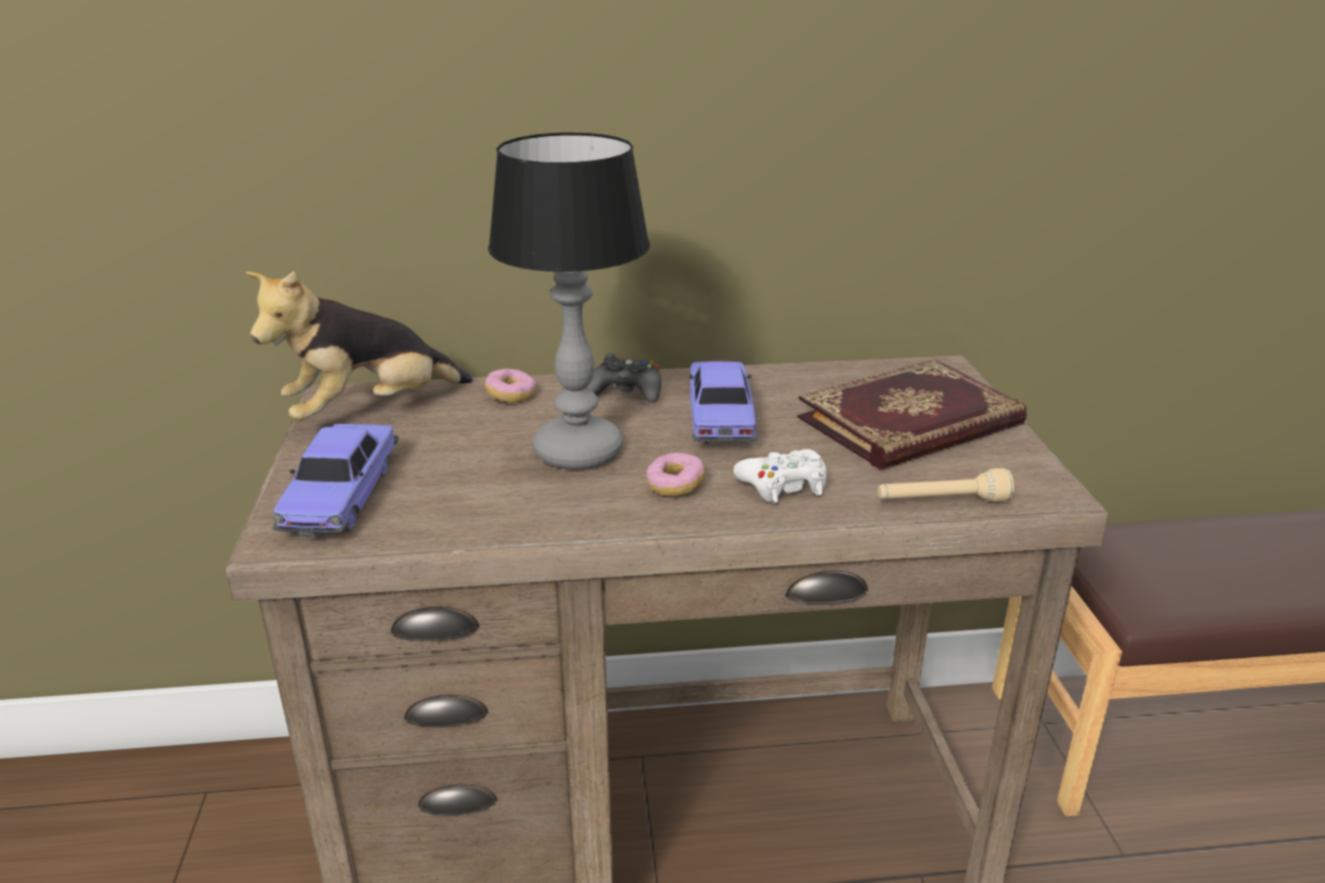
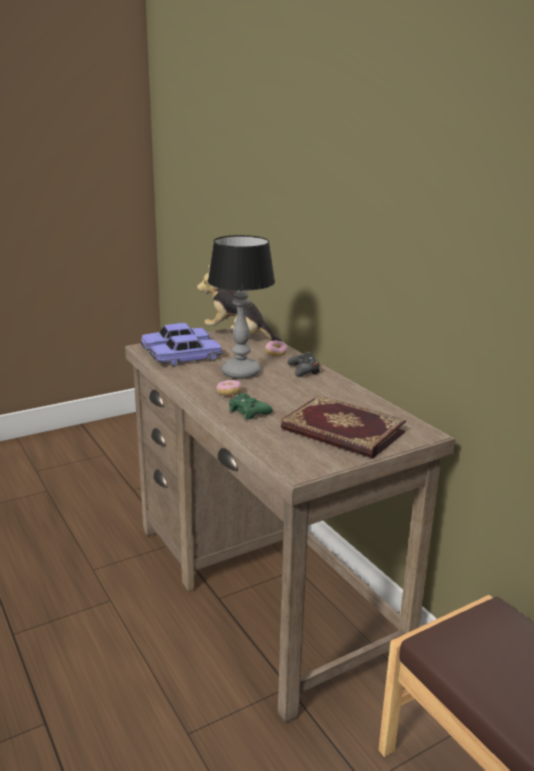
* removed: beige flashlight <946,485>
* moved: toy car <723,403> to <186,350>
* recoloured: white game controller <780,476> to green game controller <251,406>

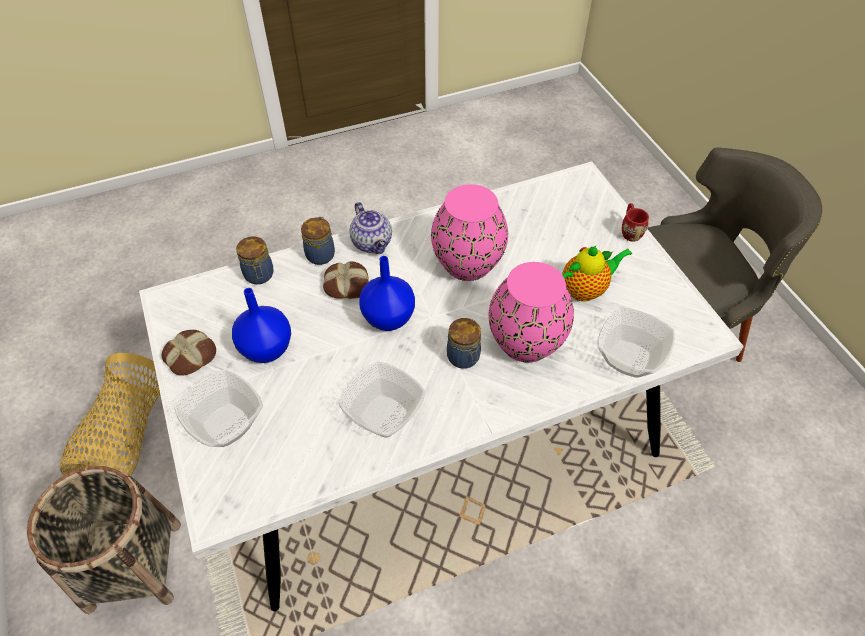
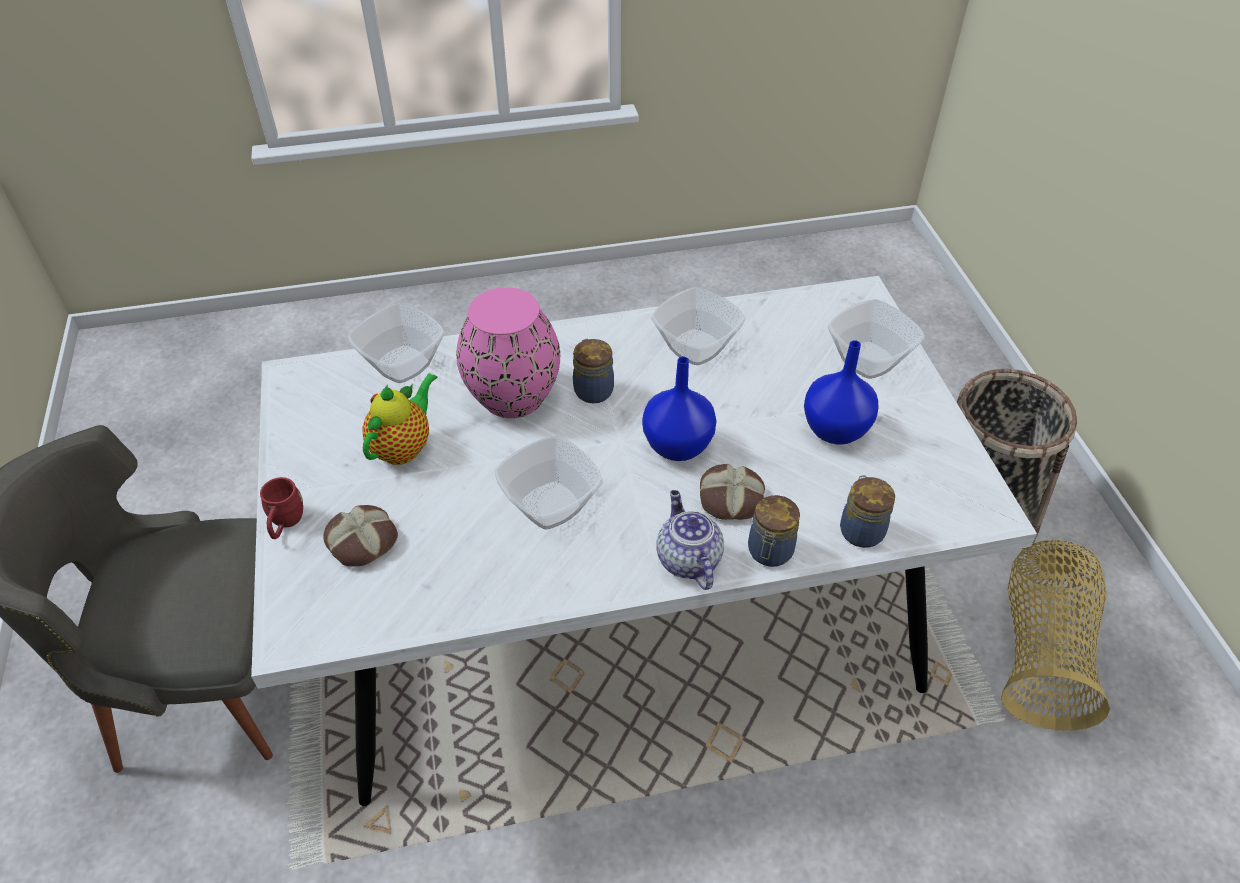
* moved: bread <189,353> to <360,535>
* replaced: pink vase <469,232> to bowl <549,482>
* turned: teapot <597,273> = <400,419> 135 degrees clockwise

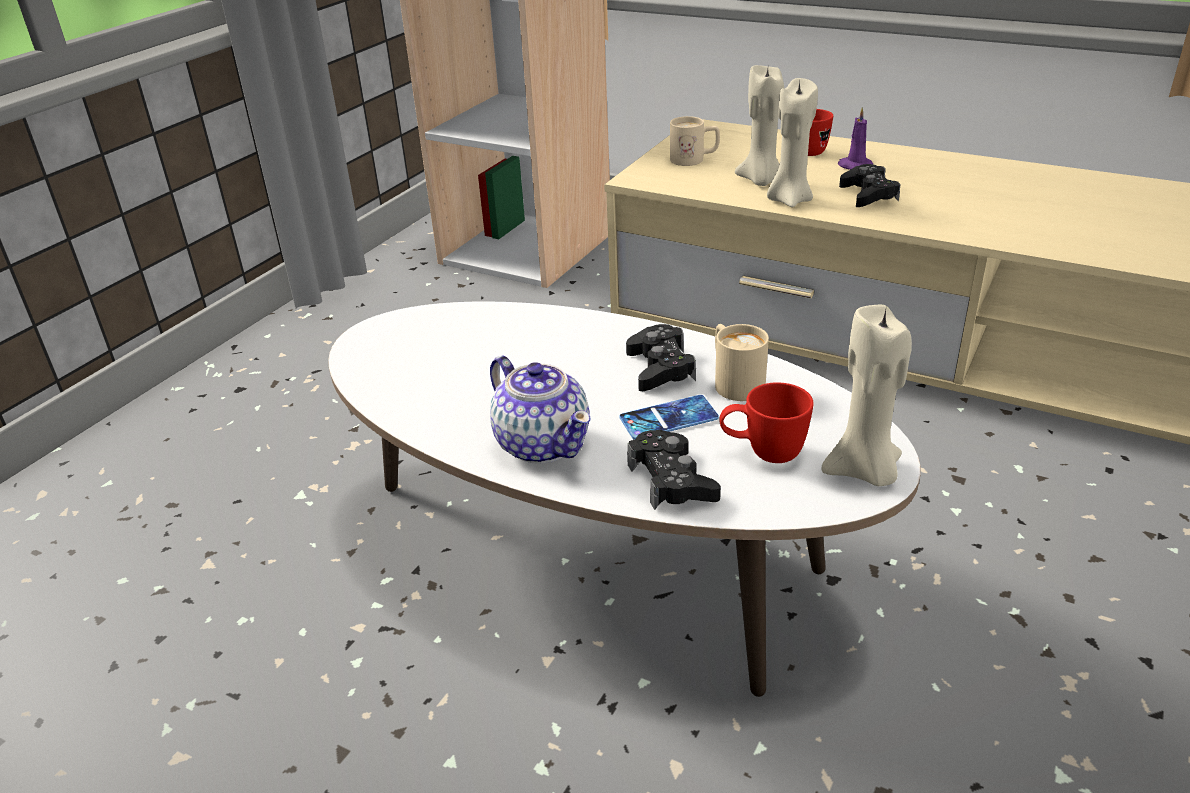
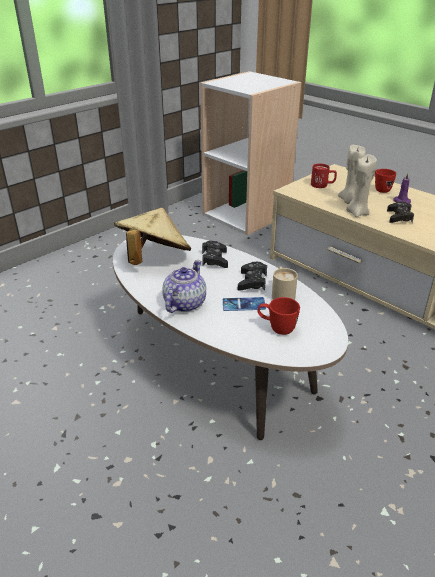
* removed: beige candle <866,395>
* added: beige hat <152,236>
* moved: black game controller <674,470> to <215,254>
* recoloured: beige mug <695,141> to red mug <324,176>
* turned: teapot <540,409> = <184,286> 135 degrees counterclockwise

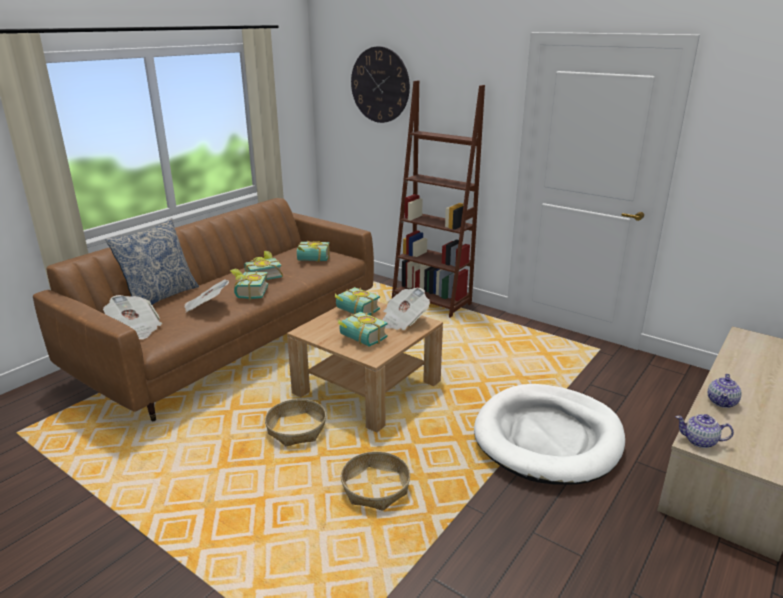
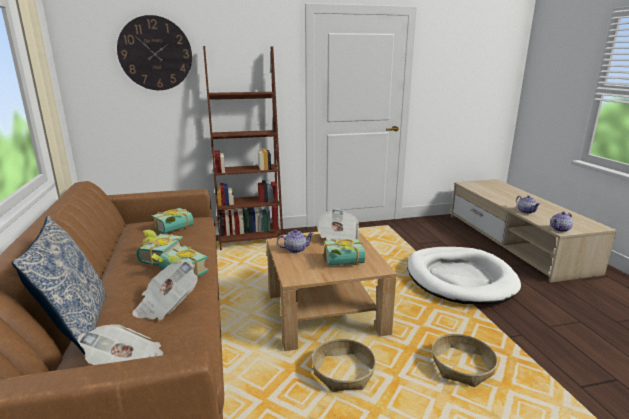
* replaced: book <357,301> to teapot <295,241>

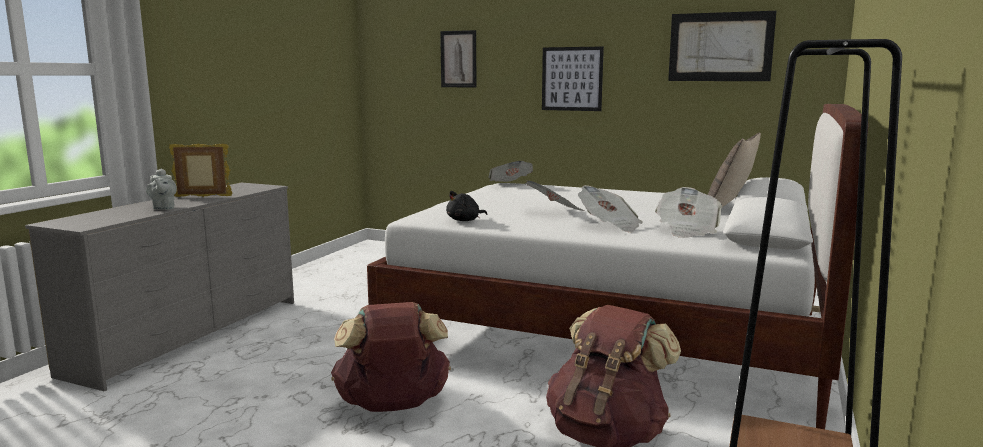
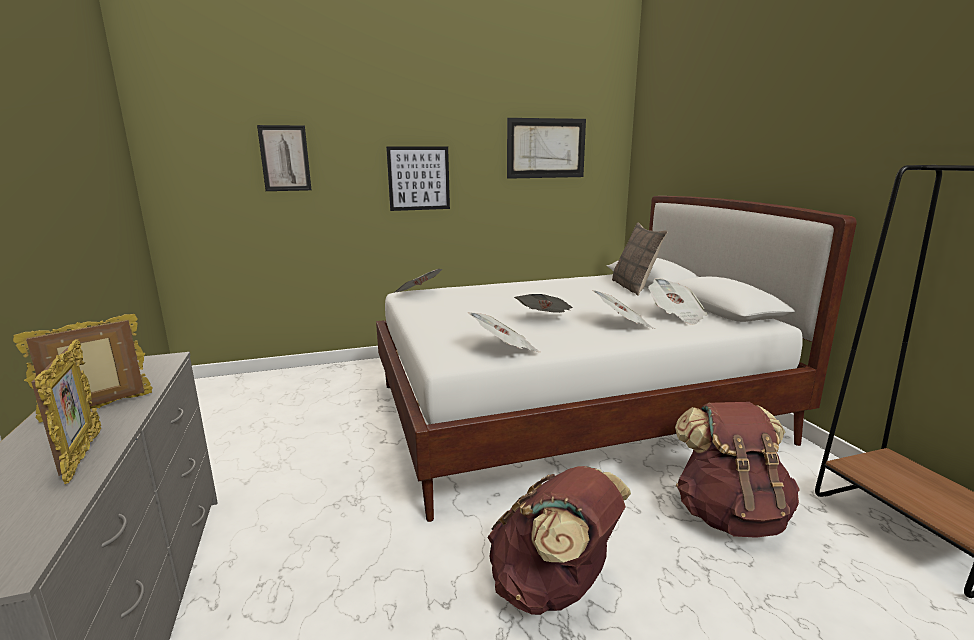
* replaced: grey teapot <161,189> to picture frame <66,411>
* replaced: black plush toy <466,206> to newspaper <504,332>

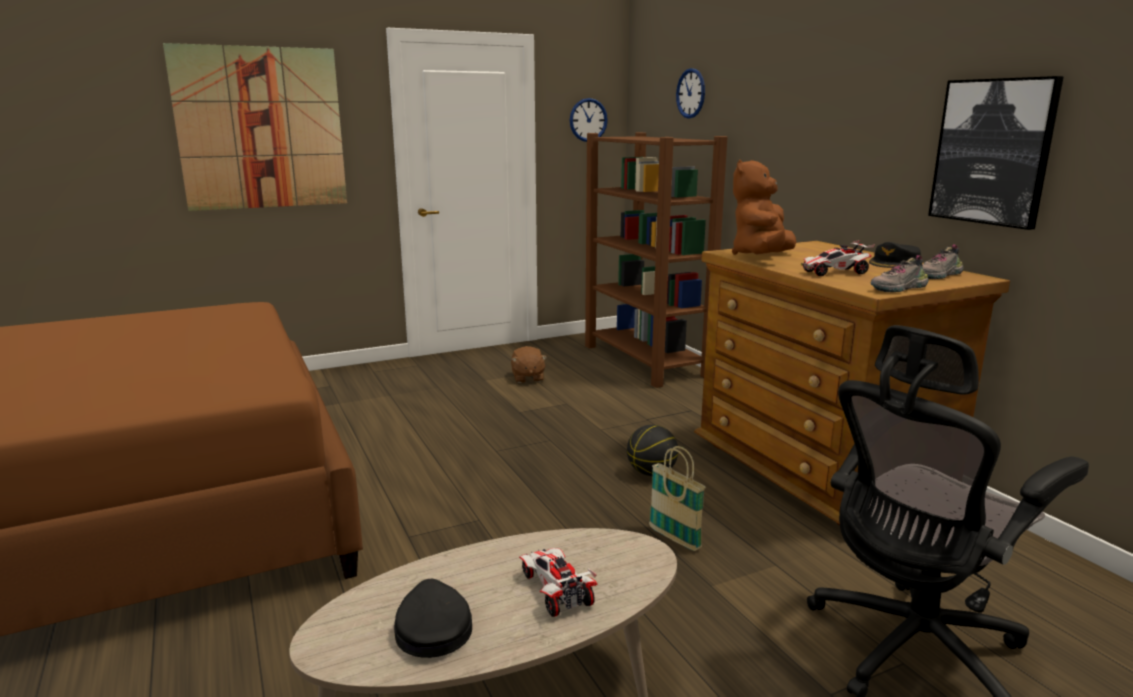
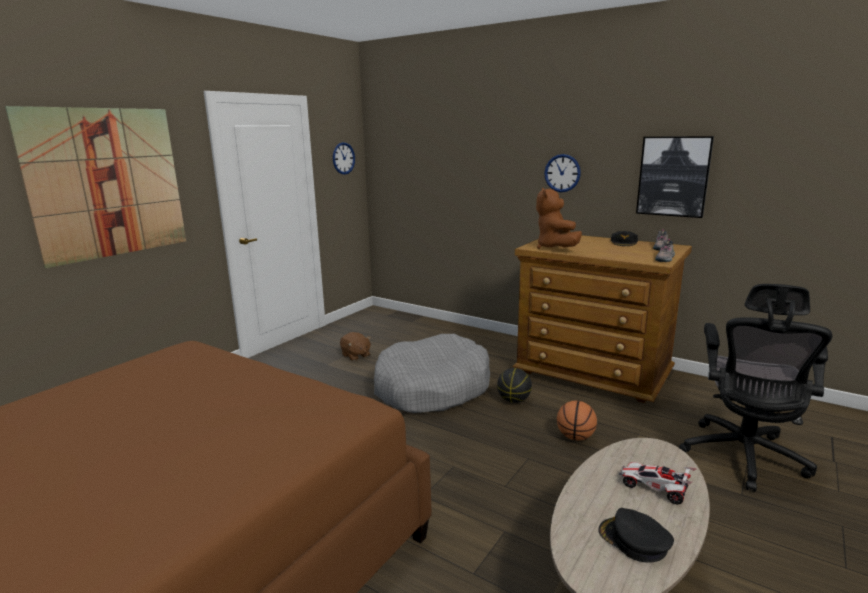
* removed: brown bookcase <656,260>
* removed: toy car <838,258>
* added: grey dog bed <432,373>
* moved: wall clock <690,93> to <562,173>
* replaced: basket <677,498> to basketball <577,421>

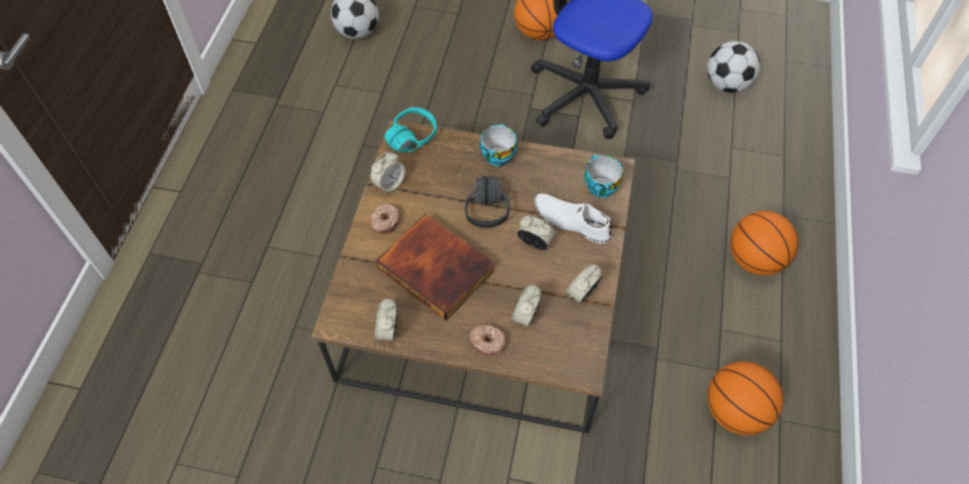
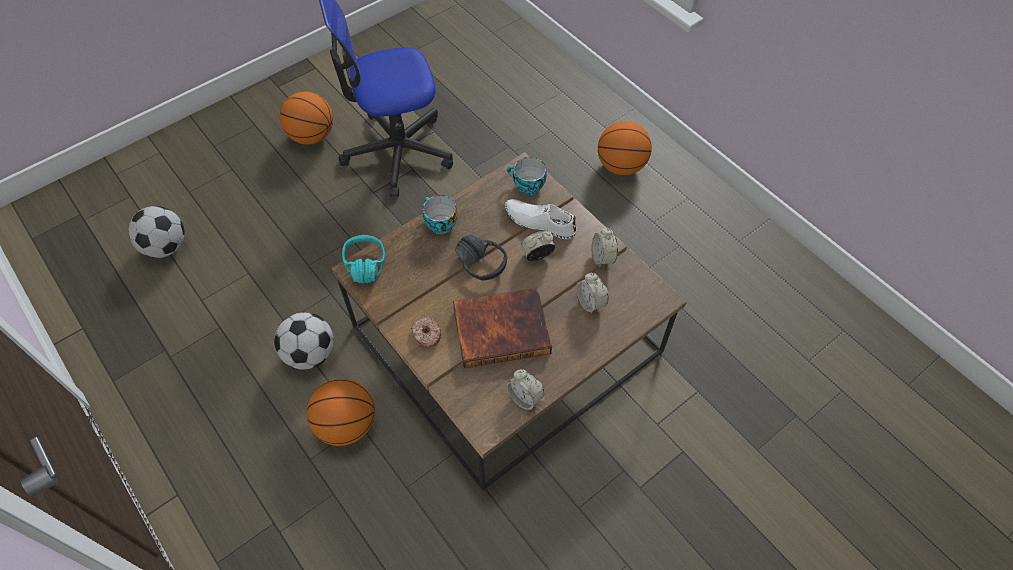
* removed: alarm clock <388,173>
* removed: donut <487,340>
* moved: football <733,67> to <303,341>
* moved: basketball <745,398> to <341,412>
* turned: white shoe <573,219> = <541,219> 45 degrees clockwise

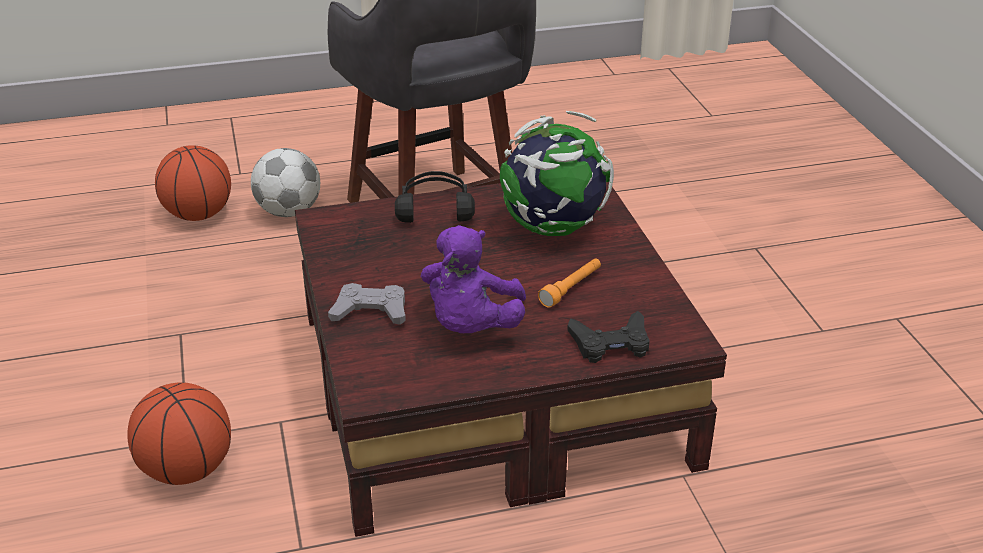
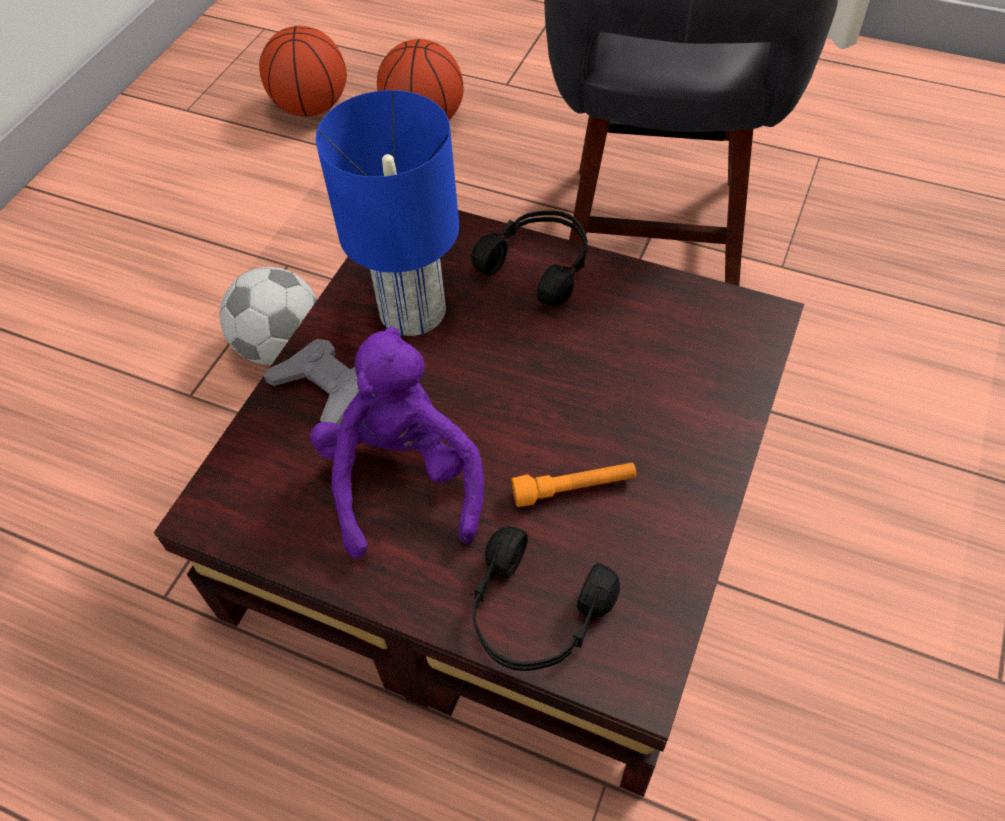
* removed: globe <557,173>
* added: blue table lamp <387,213>
* moved: basketball <179,433> to <303,71>
* moved: football <285,182> to <268,316>
* replaced: black game controller <608,337> to black headphones <546,598>
* turned: purple plush toy <473,279> = <397,442> 120 degrees clockwise

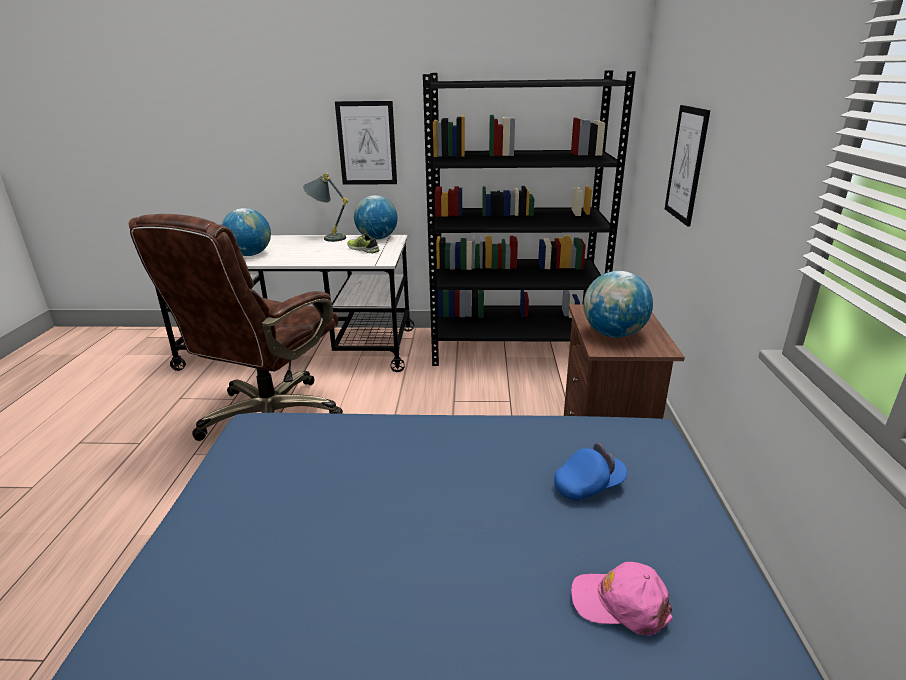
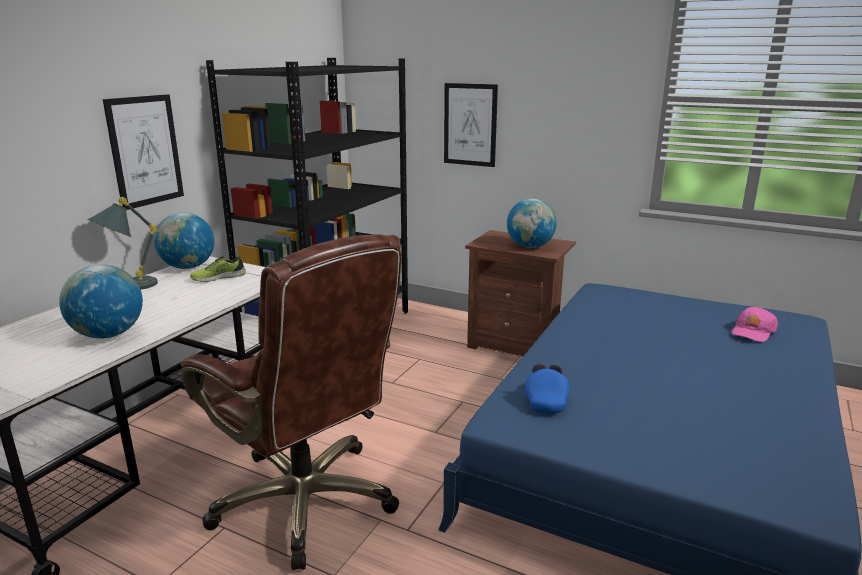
* moved: blue cap <590,471> to <547,388>

